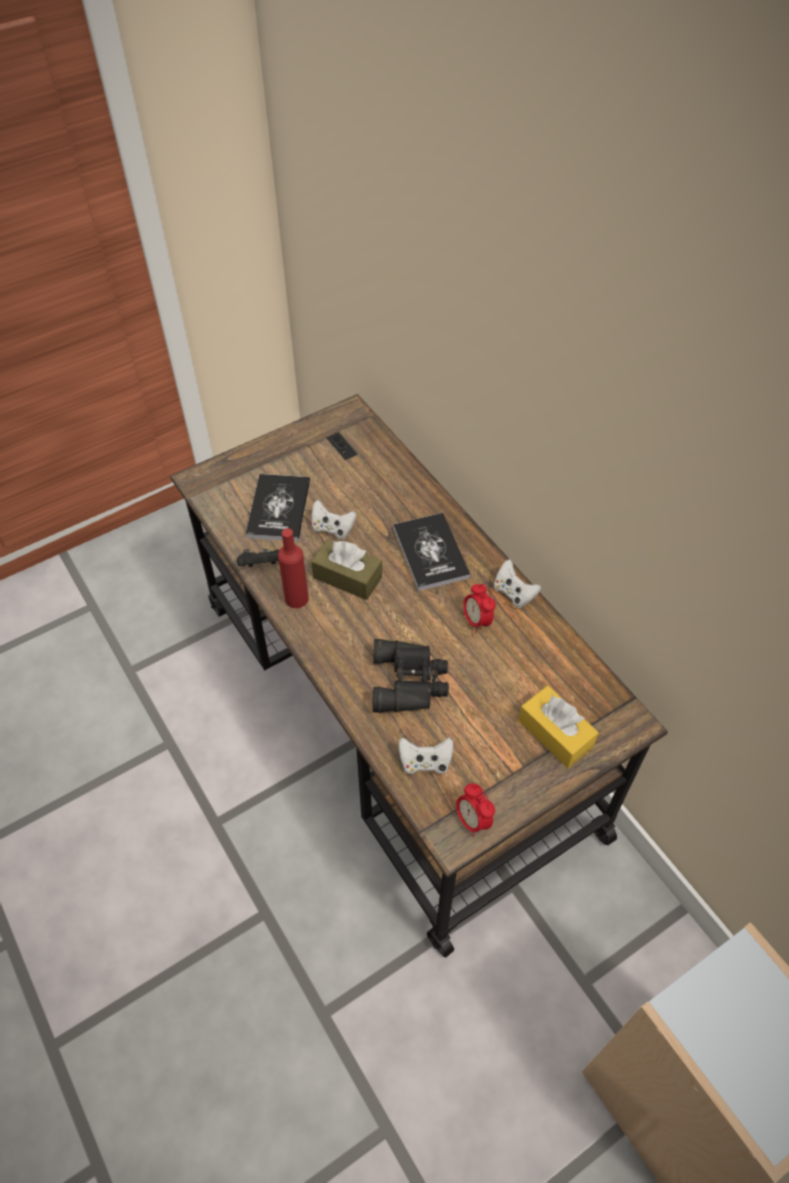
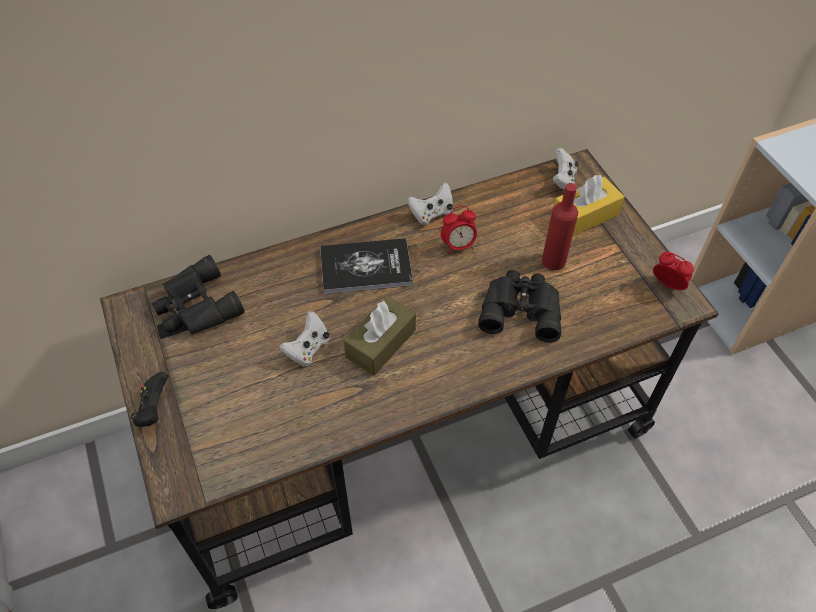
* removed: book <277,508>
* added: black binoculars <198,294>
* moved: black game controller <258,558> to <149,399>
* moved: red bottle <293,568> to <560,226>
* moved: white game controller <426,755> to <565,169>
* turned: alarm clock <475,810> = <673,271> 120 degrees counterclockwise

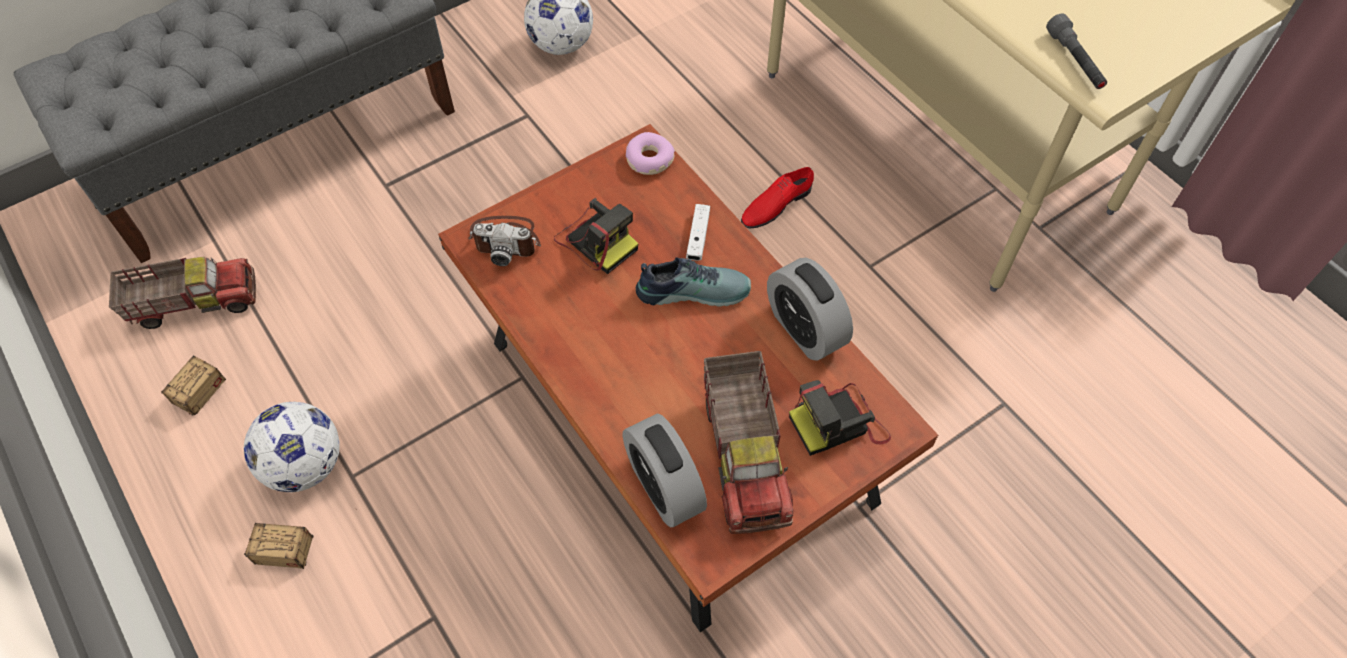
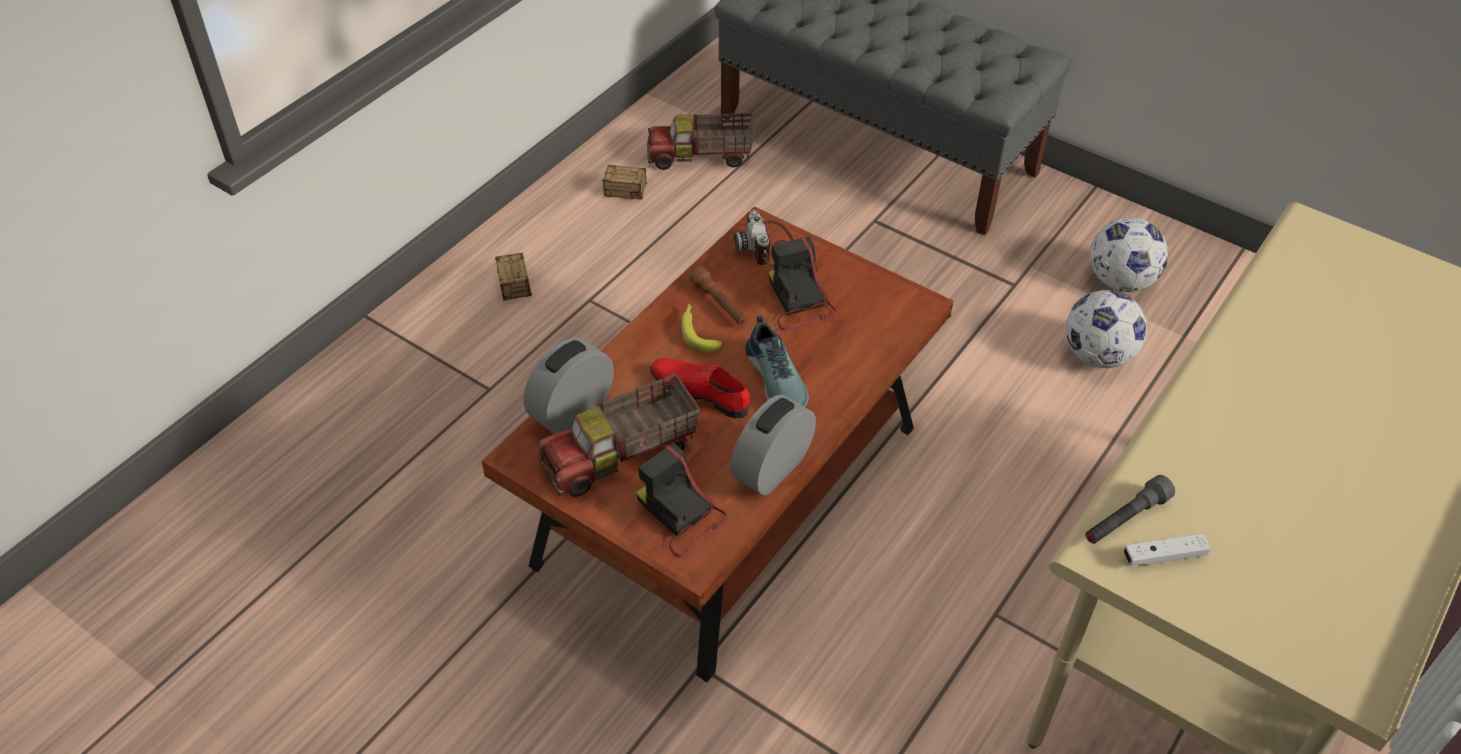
* removed: donut <650,153>
* added: banana <701,327>
* added: brown flashlight <718,295>
* moved: football <292,447> to <1106,329>
* moved: white game controller <698,232> to <1167,549>
* moved: red shoe <777,198> to <700,388>
* turned: toy truck <182,293> = <701,141> 120 degrees clockwise
* turned: photo camera <596,236> = <802,283> 135 degrees clockwise

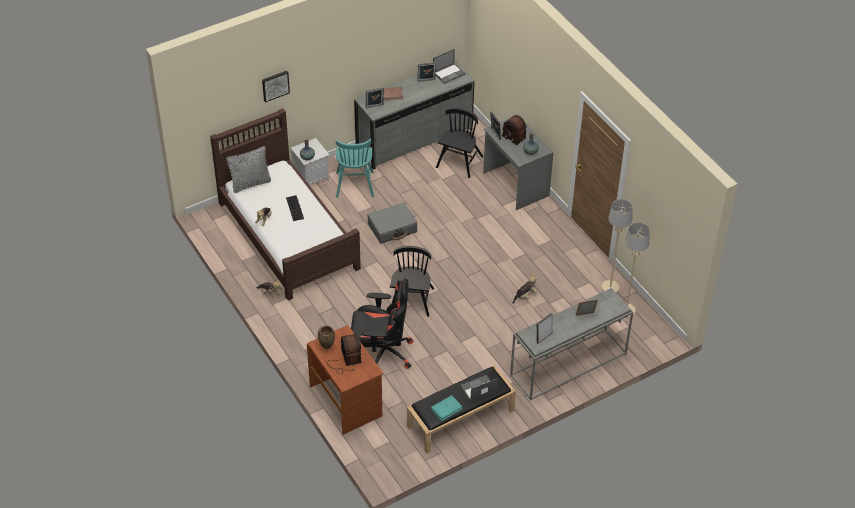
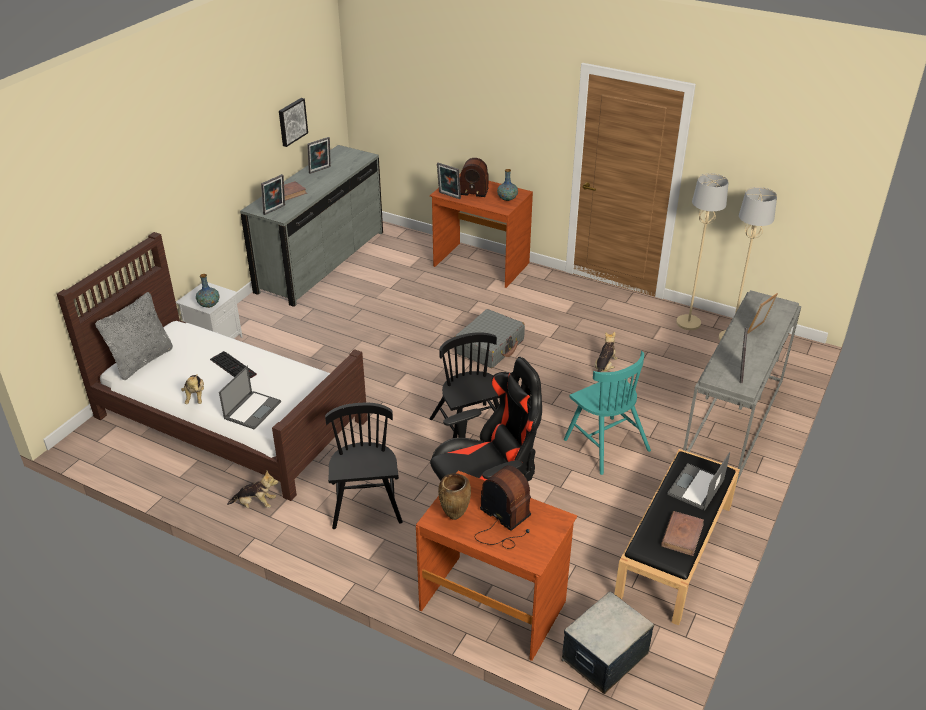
* added: storage box <608,643>
* moved: picture <276,86> to <293,122>
* moved: turquoise chair <355,168> to <607,413>
* moved: grey suitcase <392,223> to <489,338>
* moved: laptop <449,66> to <250,398>
* moved: black chair <459,143> to <364,466>
* recoloured: turquoise book <447,408> to brown book <682,533>
* recoloured: grey desk <518,162> to brown desk <481,230>

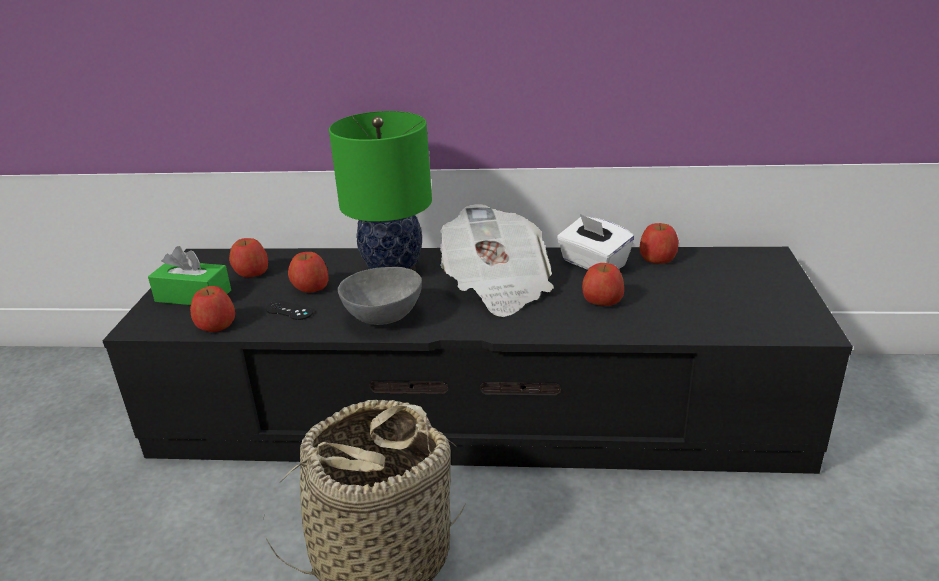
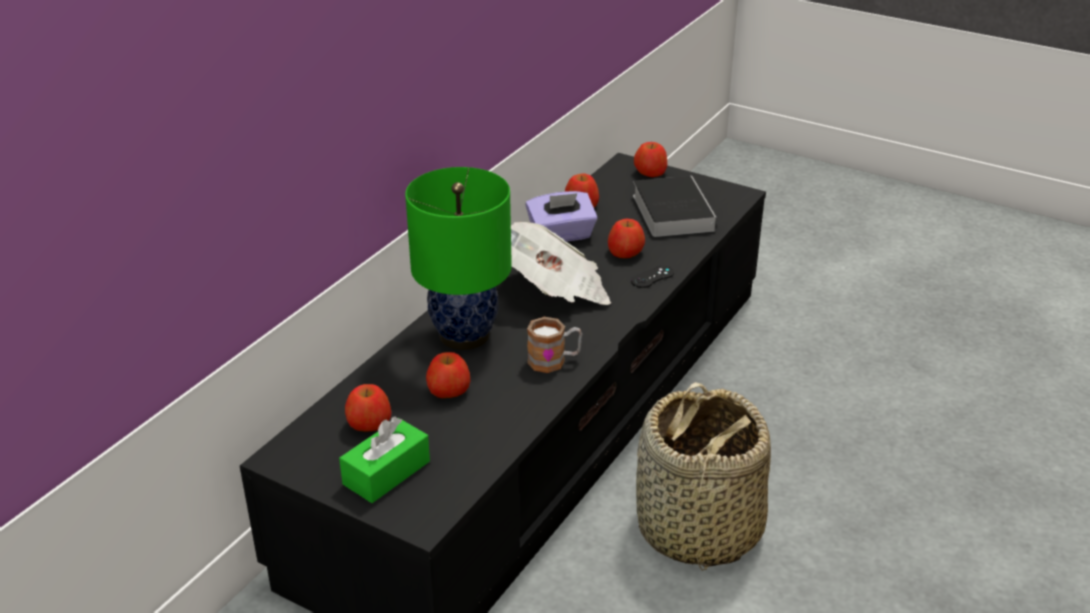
* added: book <675,206>
* moved: apple <212,309> to <650,159>
* moved: black game controller <289,310> to <652,277>
* replaced: grey bowl <380,296> to mug <554,345>
* recoloured: white tissue box <596,242> to purple tissue box <562,216>

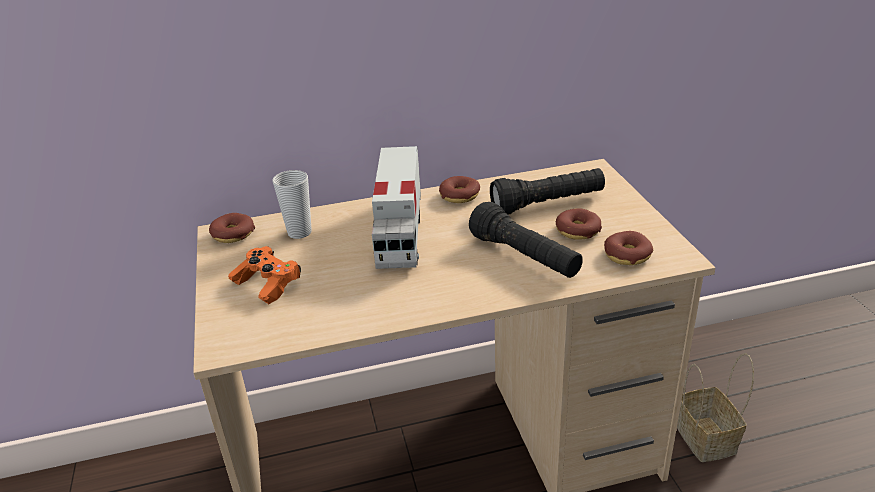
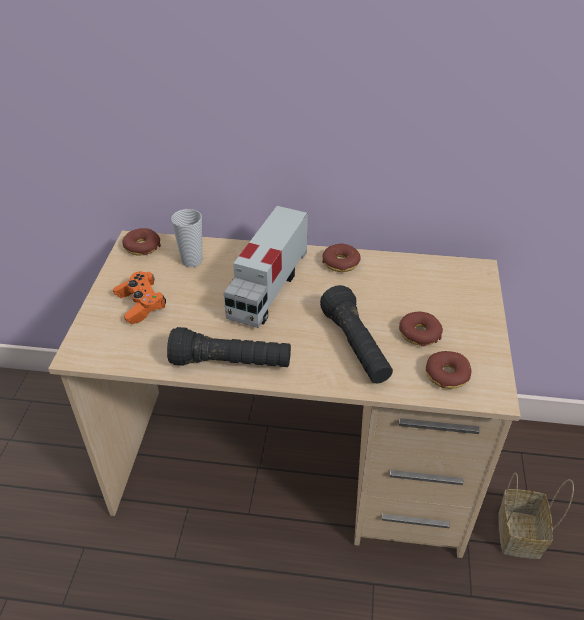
* moved: black flashlight <547,191> to <229,347>

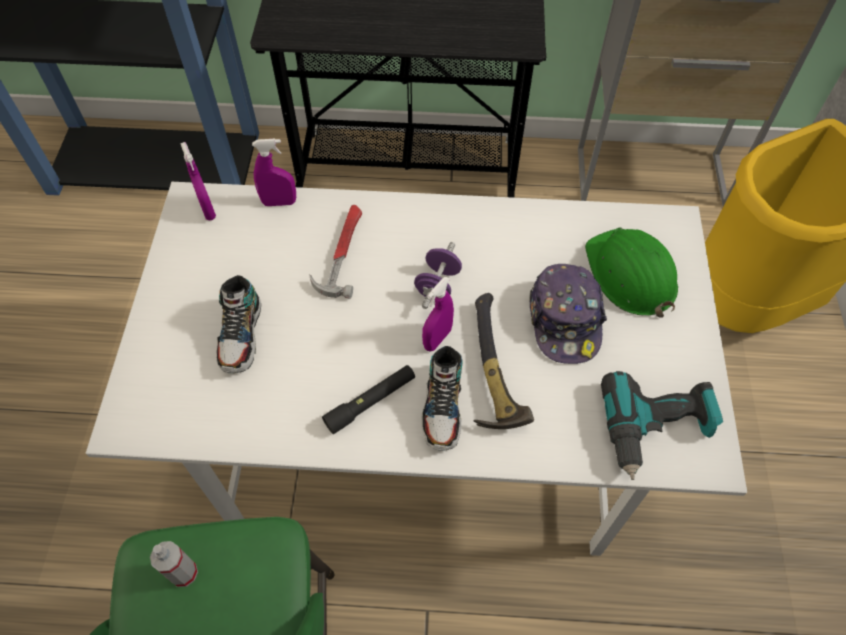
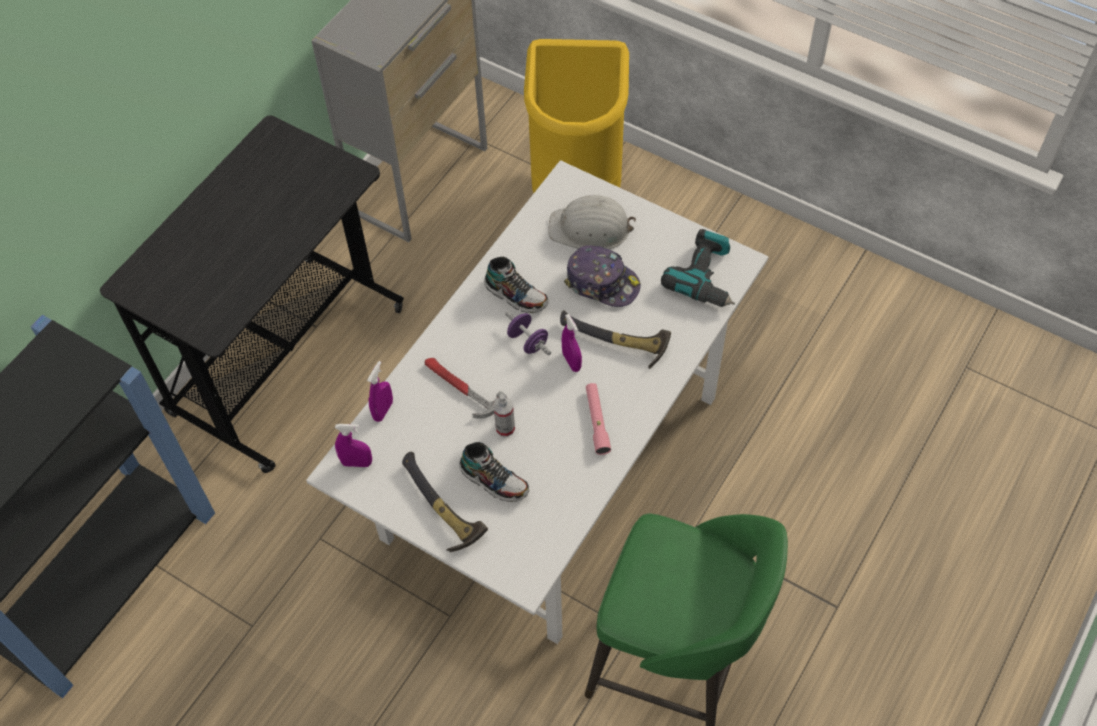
* added: hammer <445,502>
* moved: spray bottle <174,564> to <504,415>
* moved: shoe <442,398> to <516,285>
* recoloured: black flashlight <368,399> to pink flashlight <598,419>
* recoloured: green hard hat <631,273> to white hard hat <592,222>

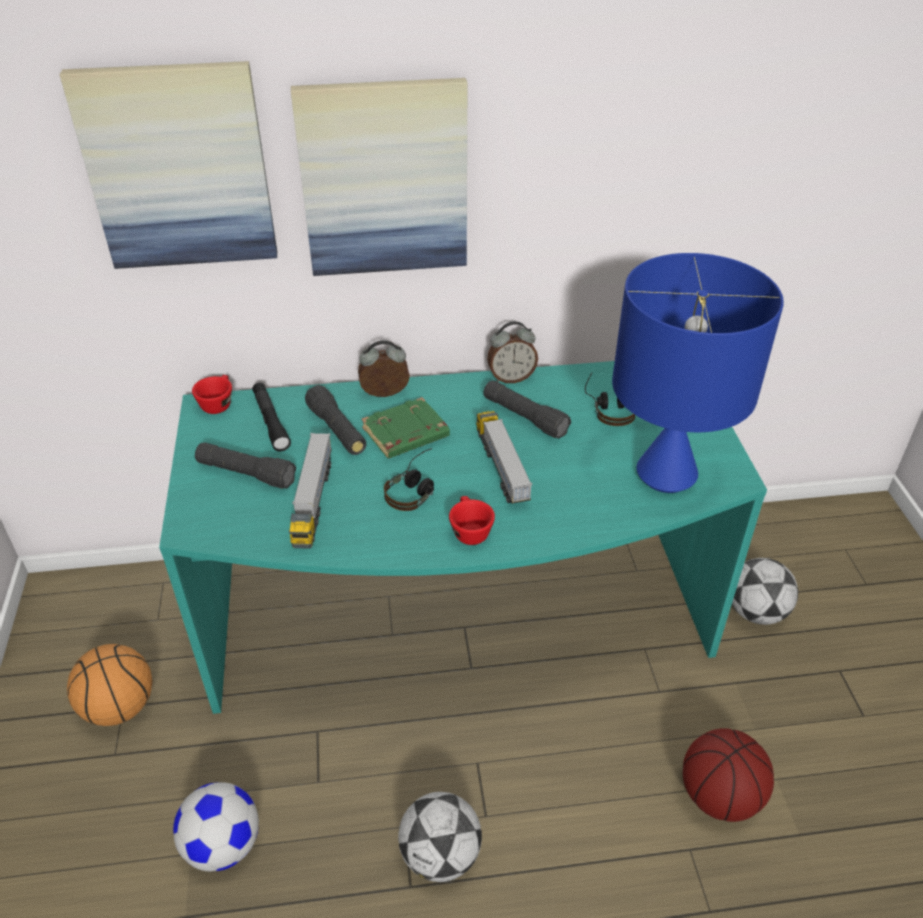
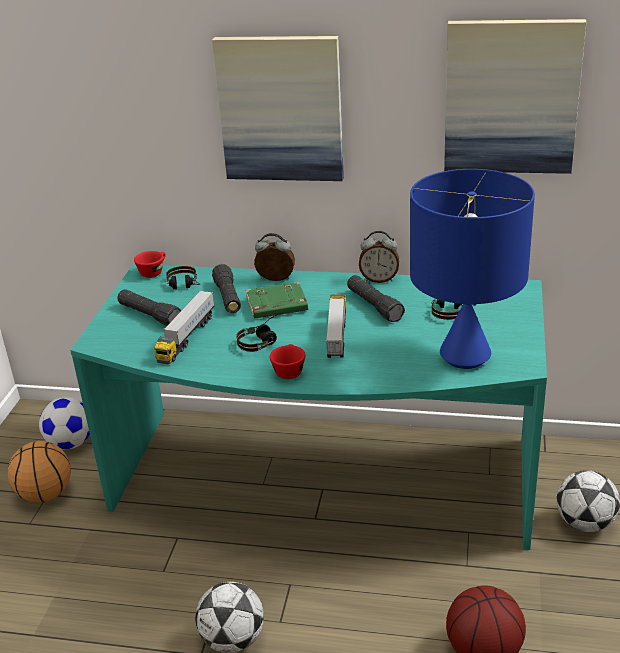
* moved: picture <168,165> to <515,96>
* moved: football <216,826> to <64,423>
* replaced: black flashlight <271,417> to headphones <183,277>

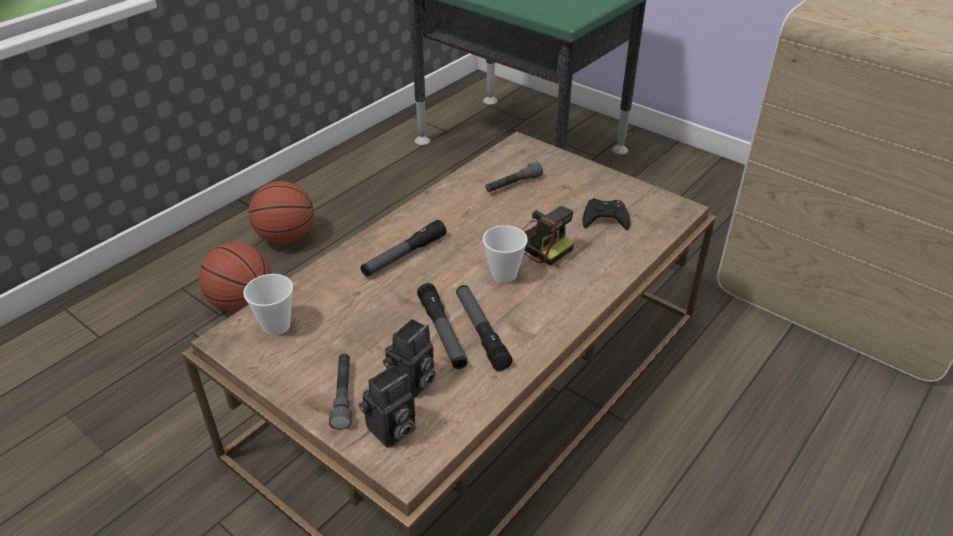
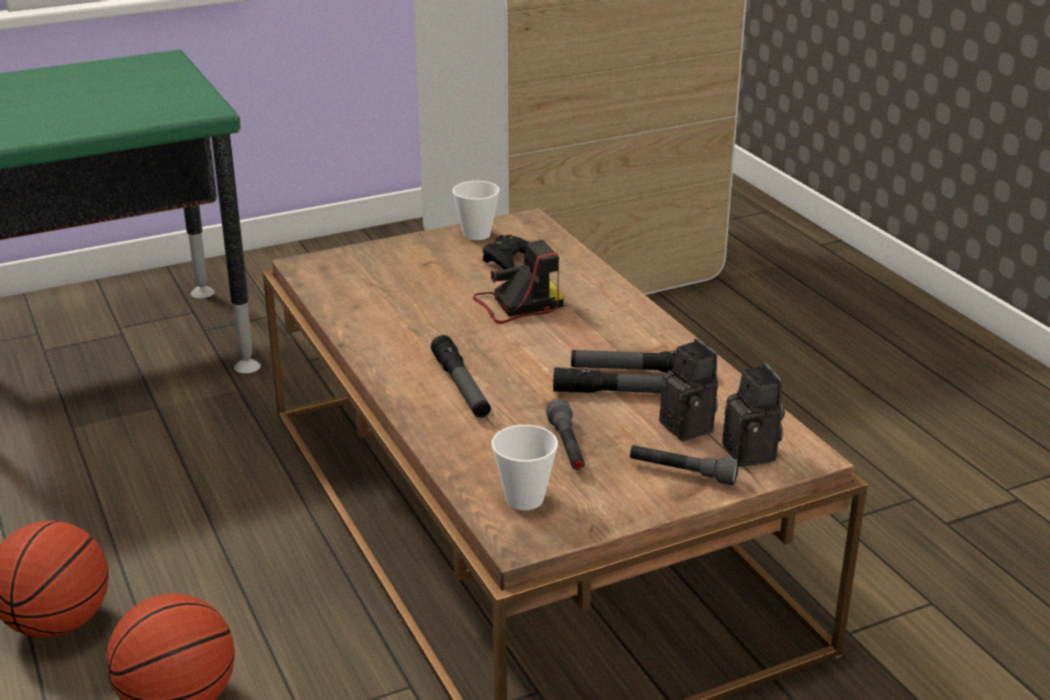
* moved: cup <505,254> to <476,210>
* moved: grey flashlight <514,177> to <565,434>

